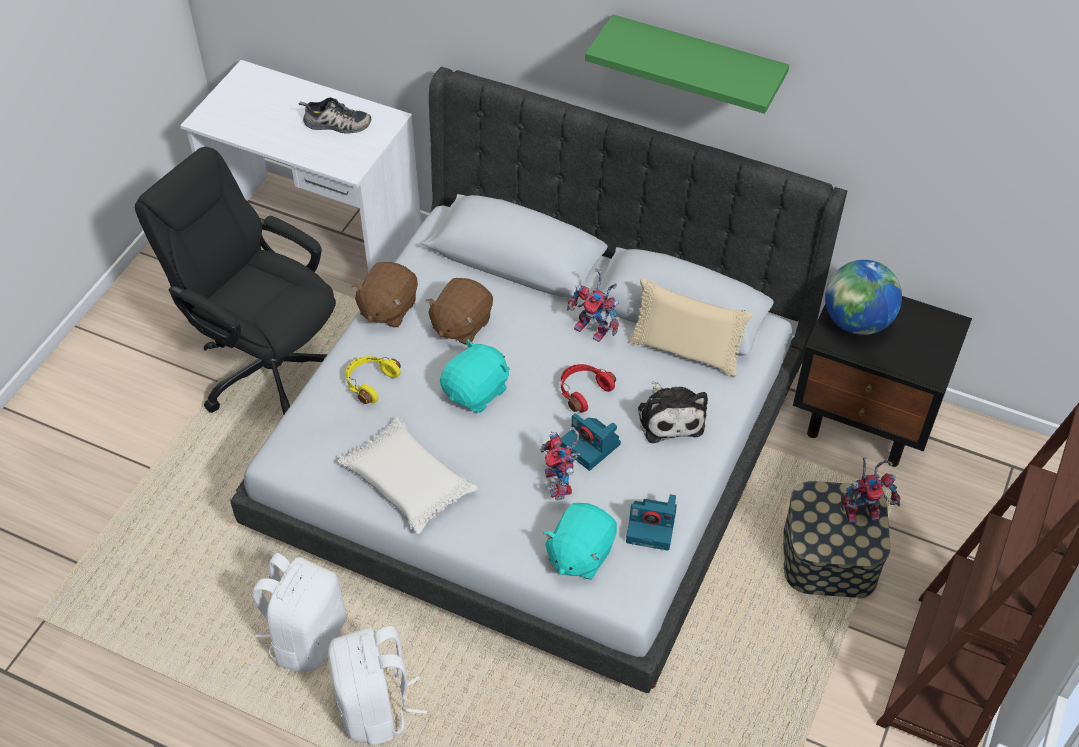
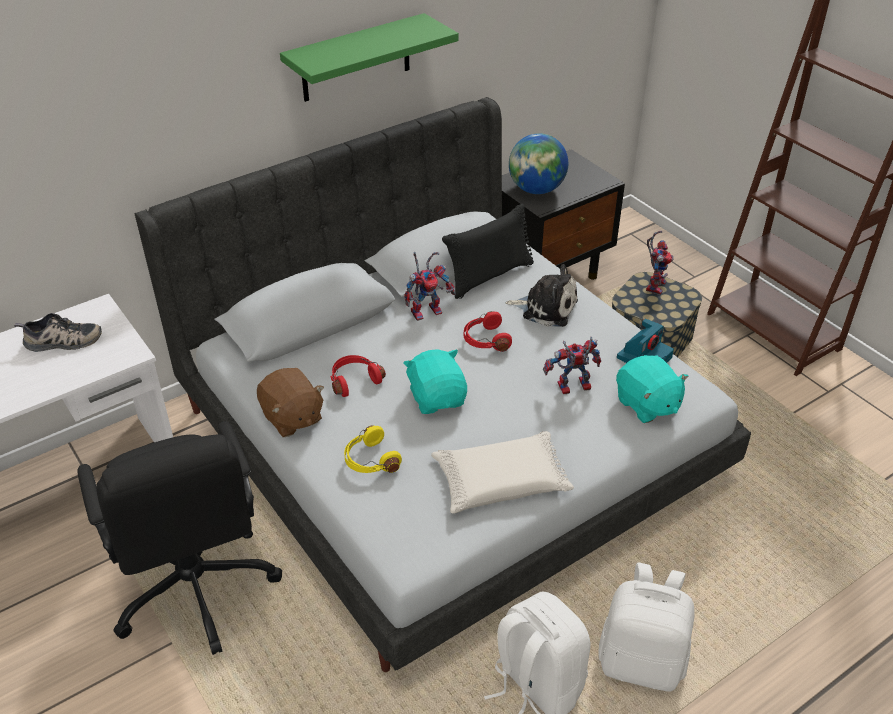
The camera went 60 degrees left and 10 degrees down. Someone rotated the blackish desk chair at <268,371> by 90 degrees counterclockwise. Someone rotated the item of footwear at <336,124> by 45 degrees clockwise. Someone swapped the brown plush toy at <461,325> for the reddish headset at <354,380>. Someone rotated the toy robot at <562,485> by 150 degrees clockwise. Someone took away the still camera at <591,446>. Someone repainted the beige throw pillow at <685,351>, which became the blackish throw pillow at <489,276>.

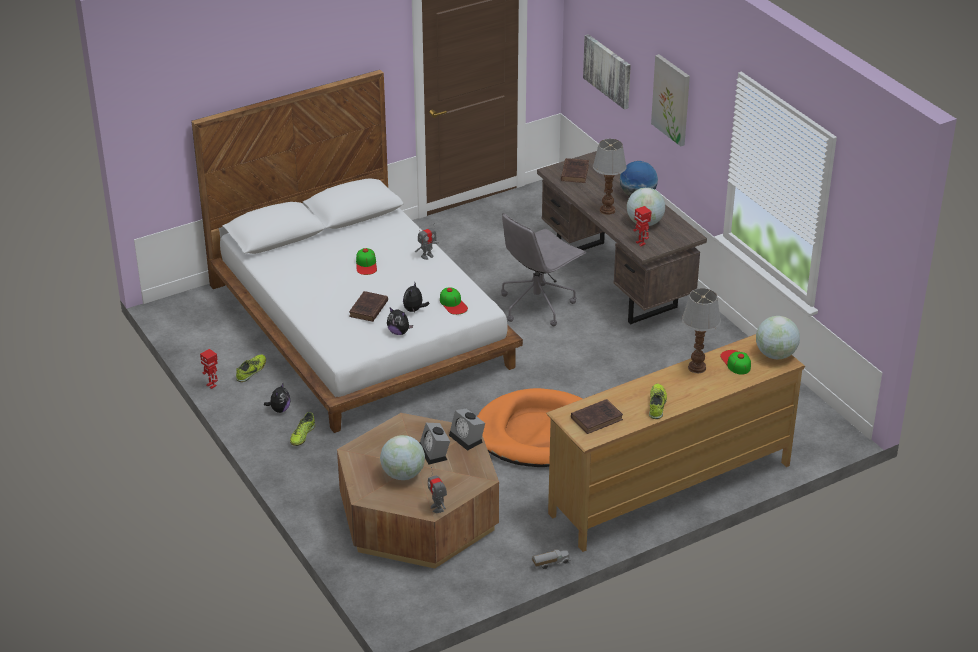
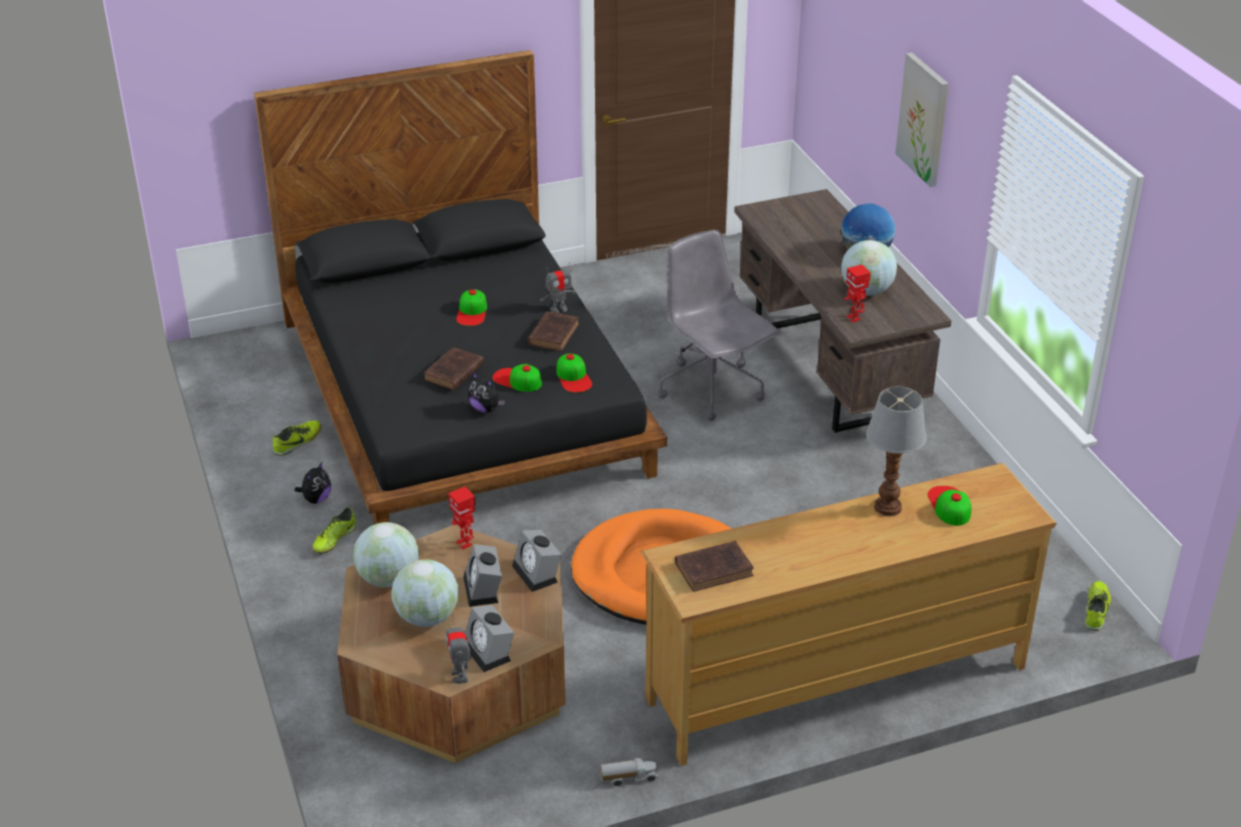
The camera went 10 degrees right and 0 degrees up. Someone repainted the white bedroom bed at <362,325>, which became the blackish bedroom bed at <465,395>. Someone carried the toy robot from <211,385> to <464,543>. Someone swapped the plush toy at <414,310> for the peaked cap at <517,380>. Someone rotated the greyish desk chair at <539,304> by 90 degrees clockwise. Someone carried the brown bound book from <575,172> to <554,333>. Someone took away the wall art at <608,71>. Someone took away the table lamp at <607,210>. Someone carried the item of footwear from <657,404> to <1096,610>. Someone carried the desk globe from <775,354> to <388,579>. Someone put down the alarm clock at <489,652>.

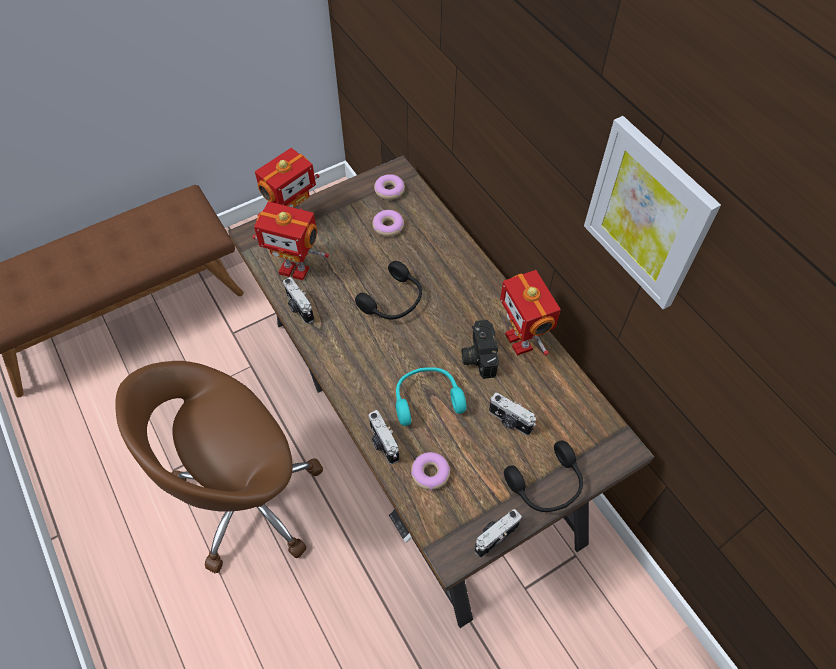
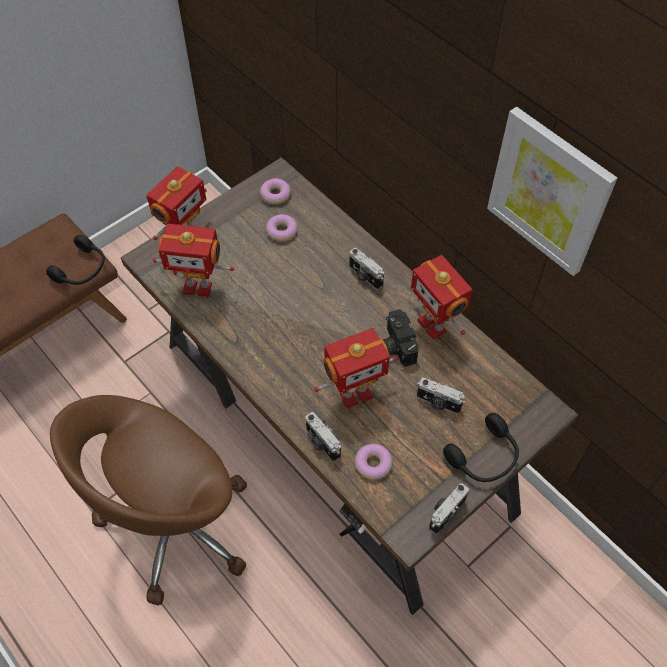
The camera went 10 degrees left and 0 degrees up. Someone carried the still camera from <299,308> to <365,276>. Someone carried the blackish headset from <394,301> to <82,269>. Someone swapped the turquoise headset at <427,398> for the toy robot at <355,394>.

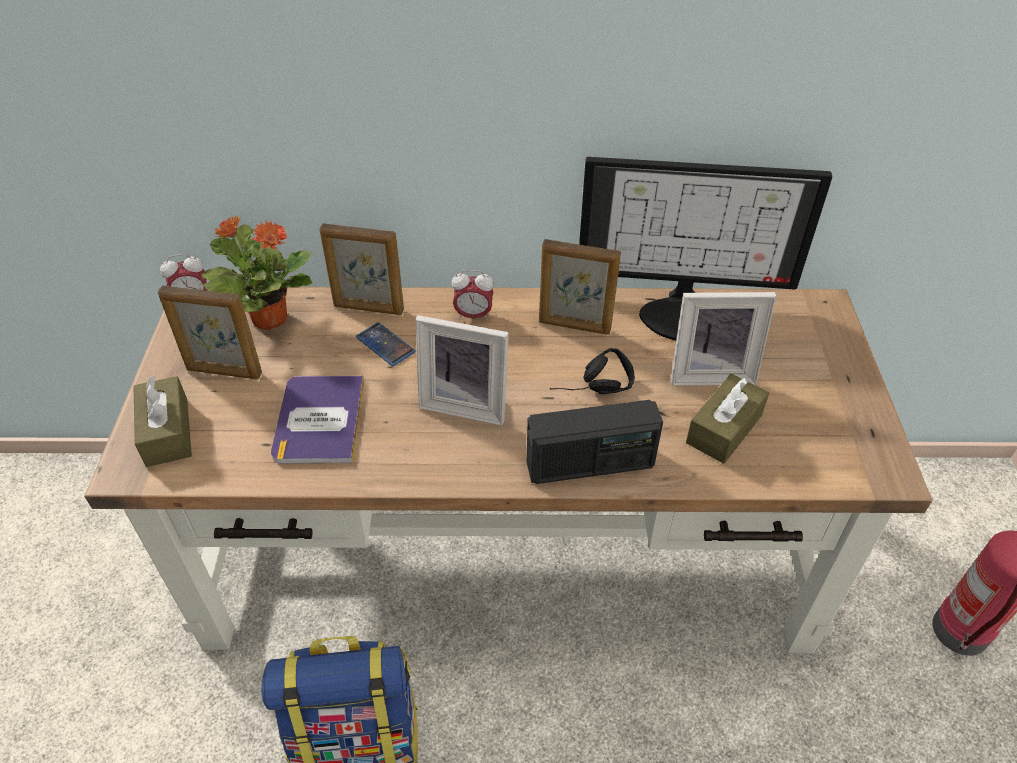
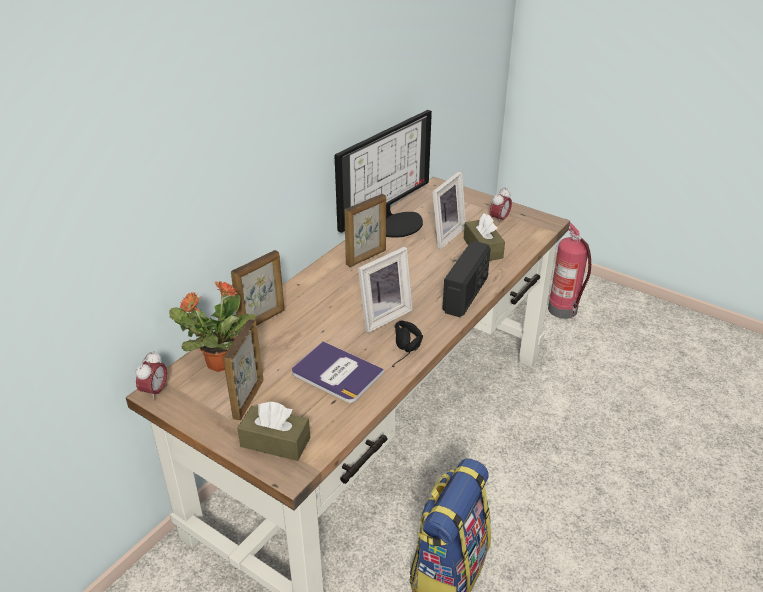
The camera went 55 degrees left and 10 degrees down. Someone rotated the picture frame at <224,372> by 150 degrees clockwise. Someone took away the handset at <385,345>. Someone carried the alarm clock from <473,316> to <499,220>. Someone carried the blackish headset from <593,391> to <407,353>.

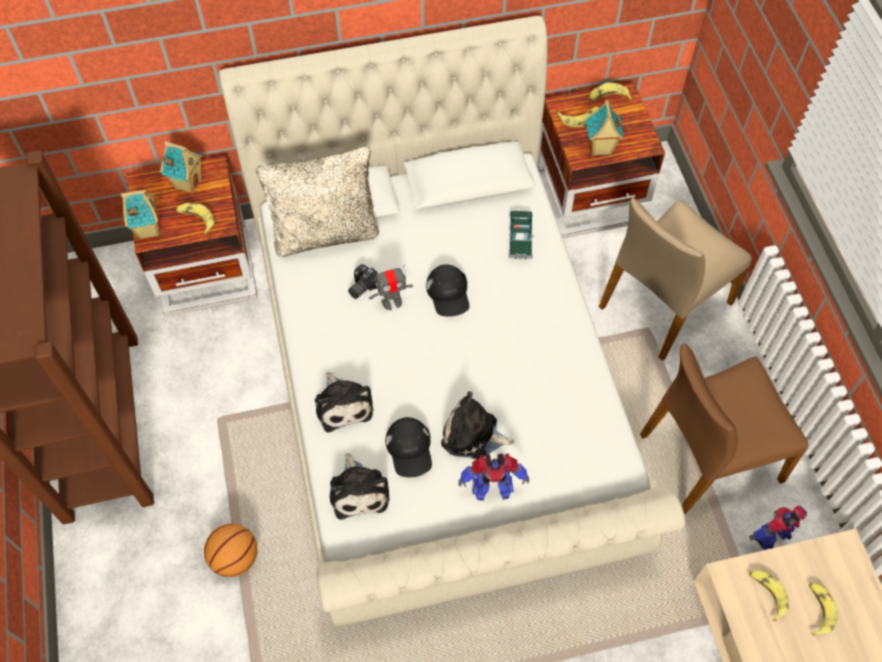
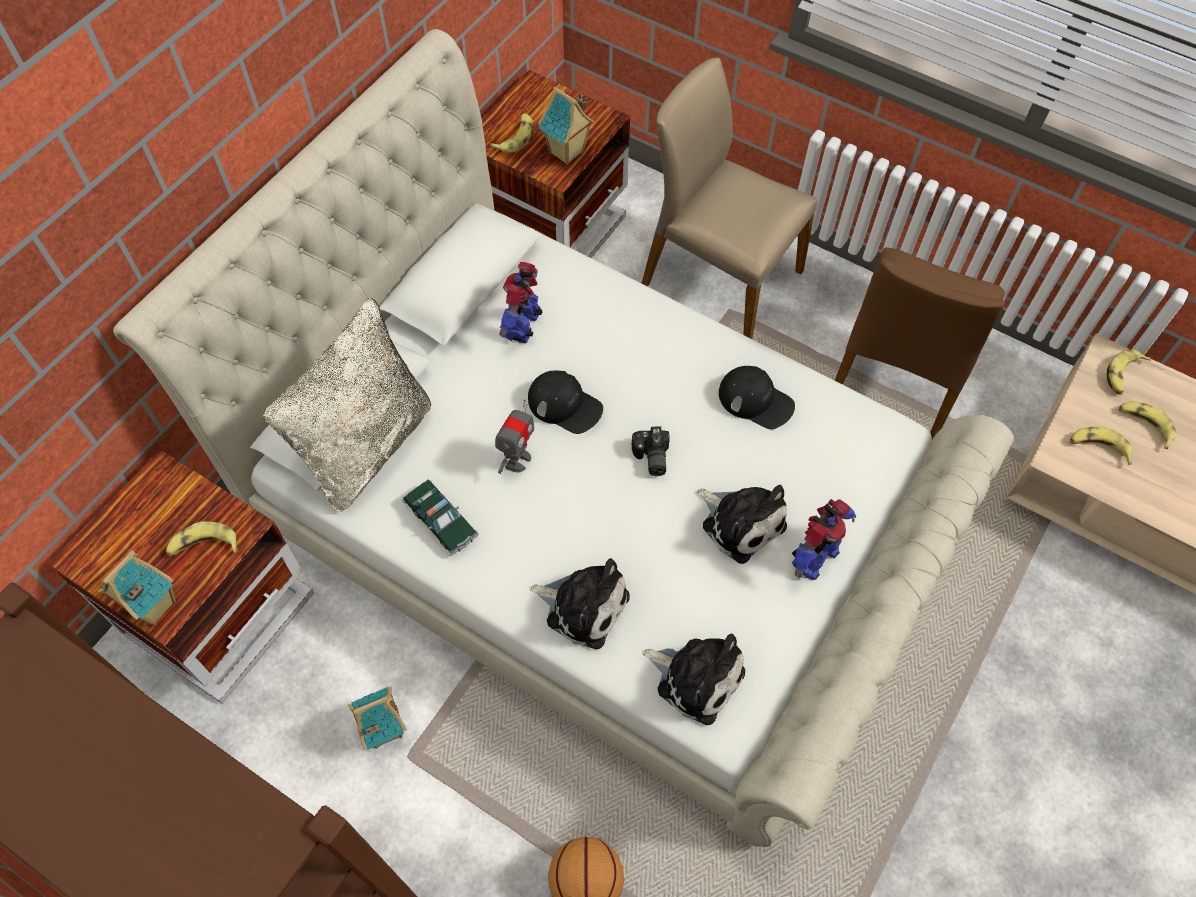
The camera went 45 degrees left and 0 degrees up. Someone carried the model house from <187,183> to <383,730>. Someone carried the still camera from <361,286> to <650,458>. Someone carried the blackish peaked cap from <409,449> to <756,400>. Someone rotated the plush toy at <473,435> by 105 degrees counterclockwise. Someone carried the miniature car from <520,238> to <441,521>. Someone carried the banana fruit from <608,98> to <1123,375>. Someone rotated the beige upright chair at <663,304> by 120 degrees clockwise. Someone carried the toy robot from <771,536> to <523,325>.

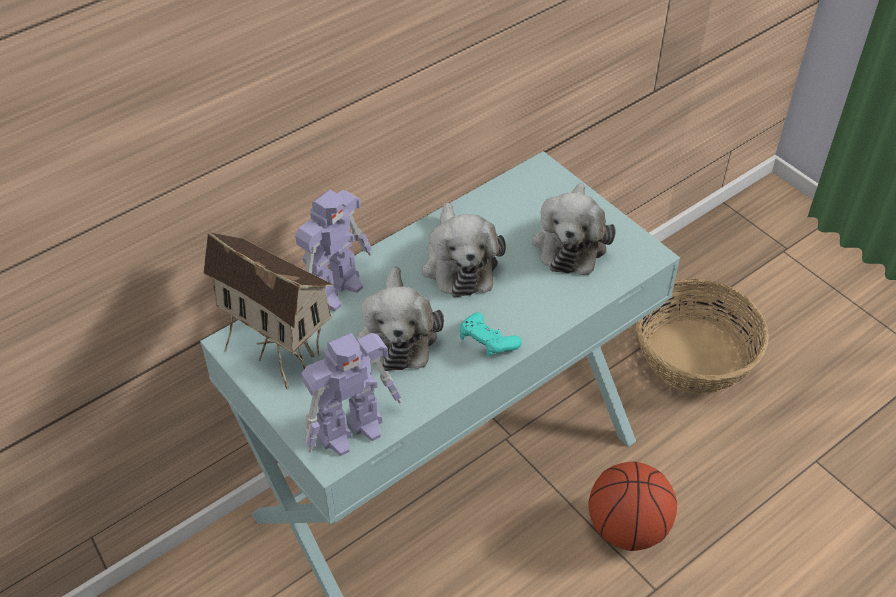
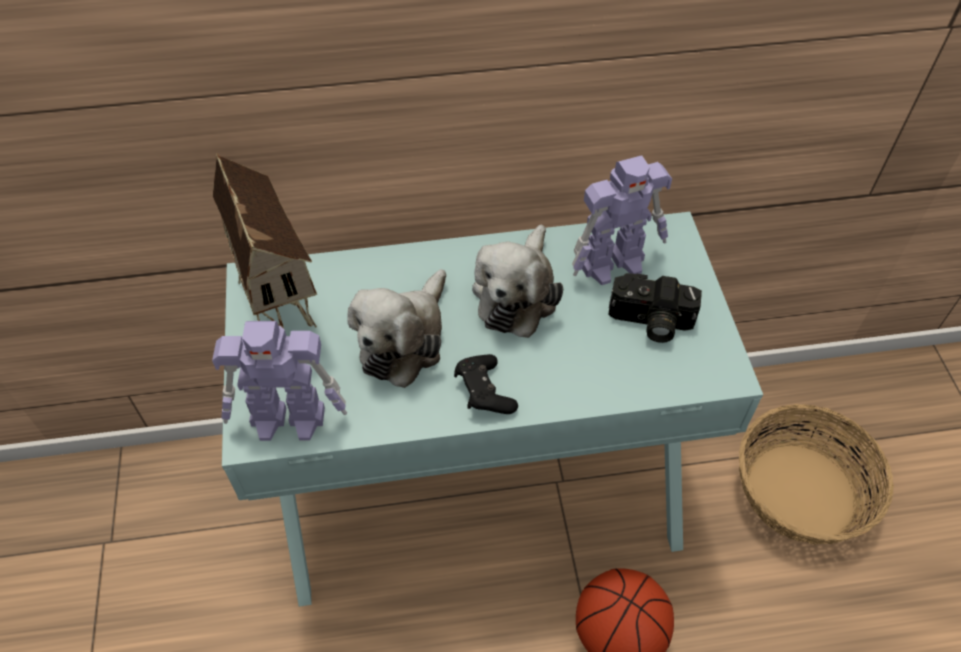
The camera went 30 degrees right and 5 degrees up. Someone carried the toy robot from <336,289> to <614,263>. Someone repainted the turquoise joypad at <487,343>, which became the blackish joypad at <484,392>. Someone swapped the plush toy at <570,242> for the still camera at <650,322>.

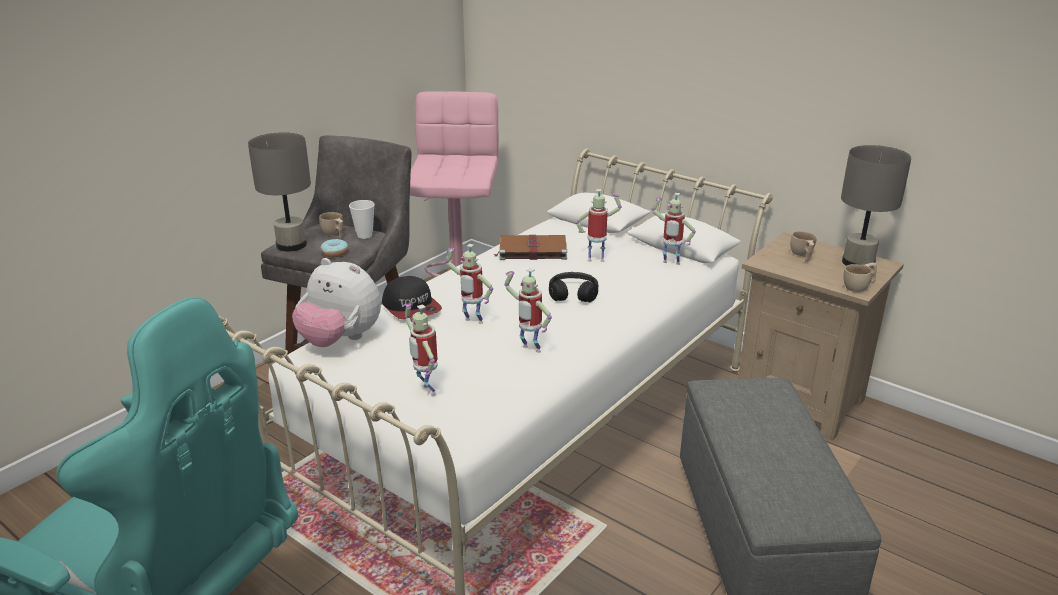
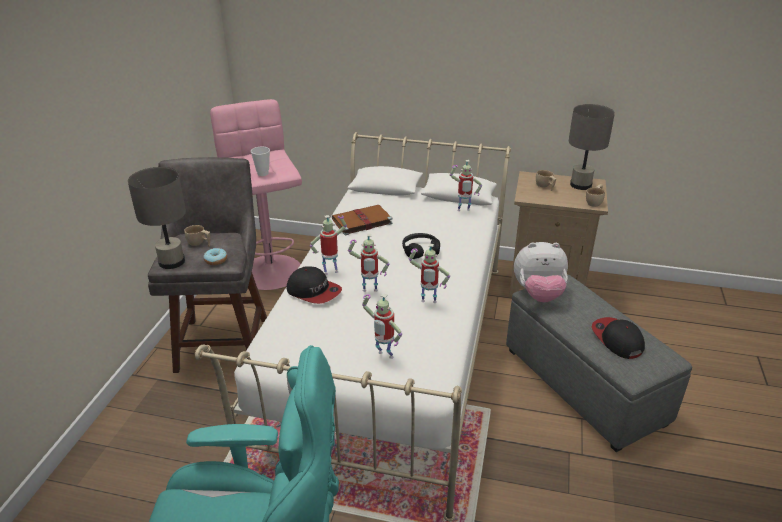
The camera went 25 degrees left and 5 degrees up. Someone carried the plush toy from <340,340> to <538,294>. Someone carried the drinking cup from <364,235> to <263,173>. Someone carried the toy robot from <596,259> to <331,271>. Someone put down the peaked cap at <617,339>.

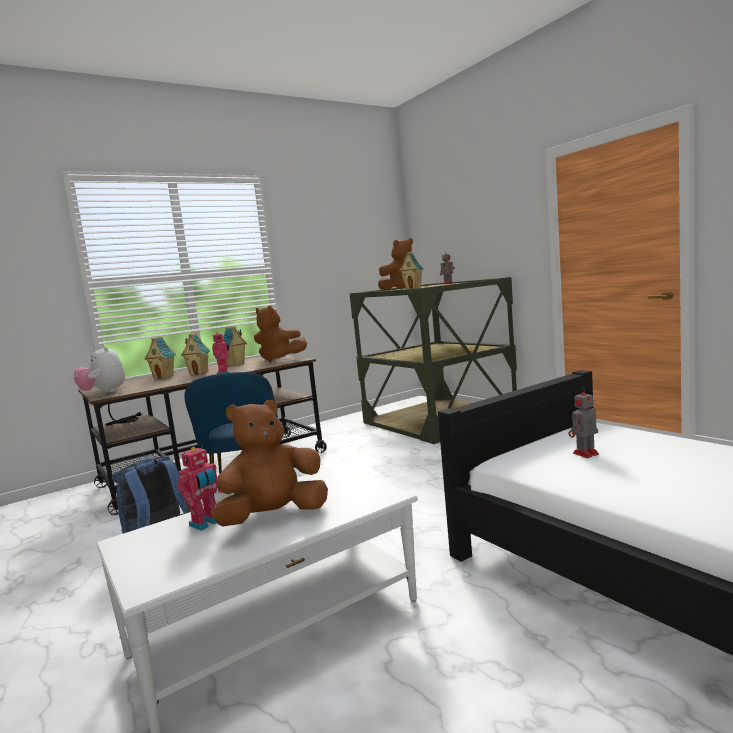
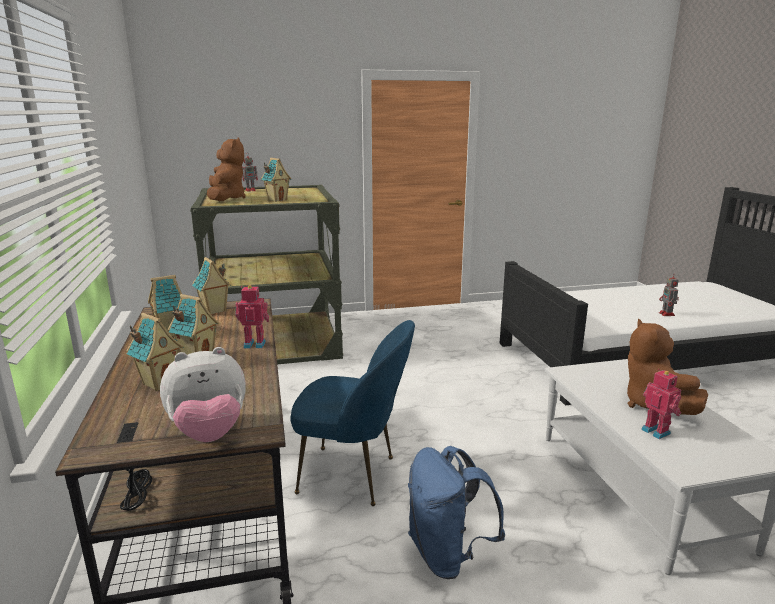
The camera went 70 degrees left and 10 degrees up. Someone swapped the brown plush toy at <279,359> for the model house at <214,311>. Someone carried the toy robot from <584,454> to <667,314>.

